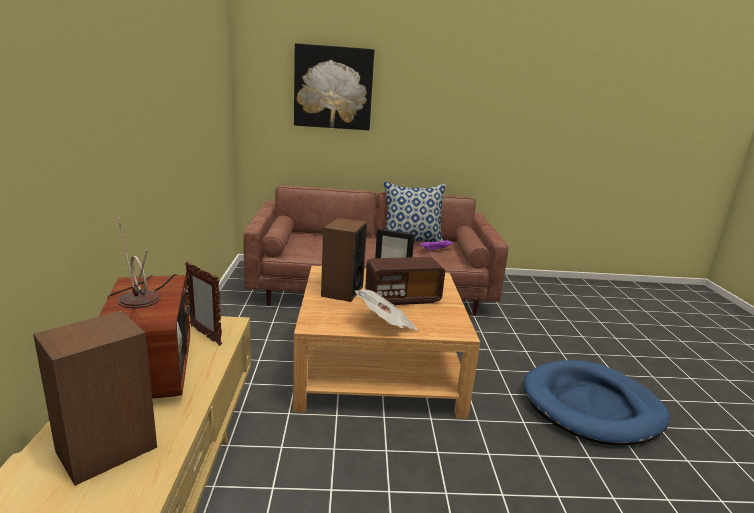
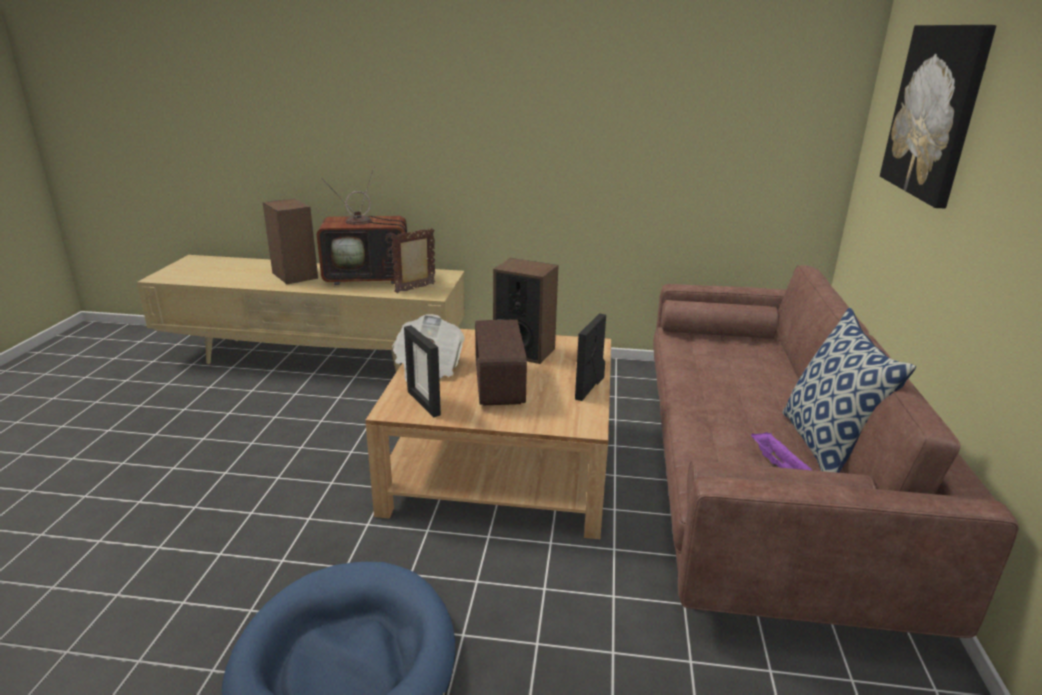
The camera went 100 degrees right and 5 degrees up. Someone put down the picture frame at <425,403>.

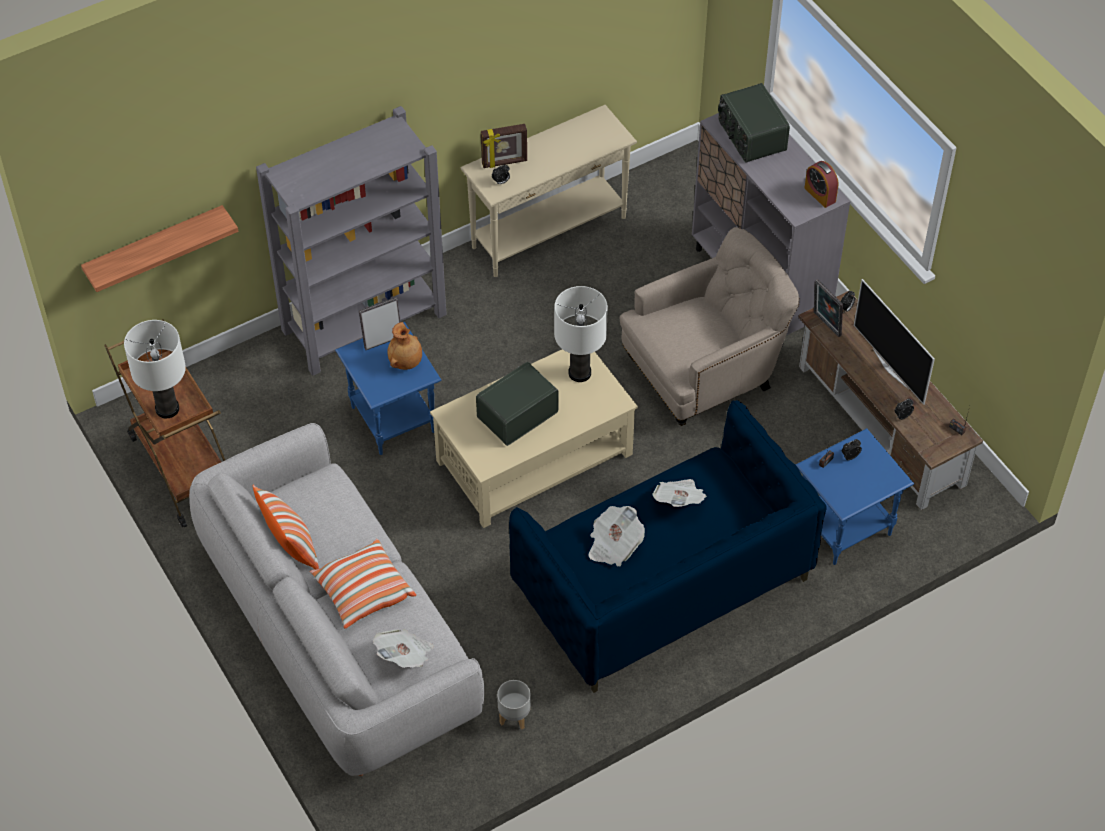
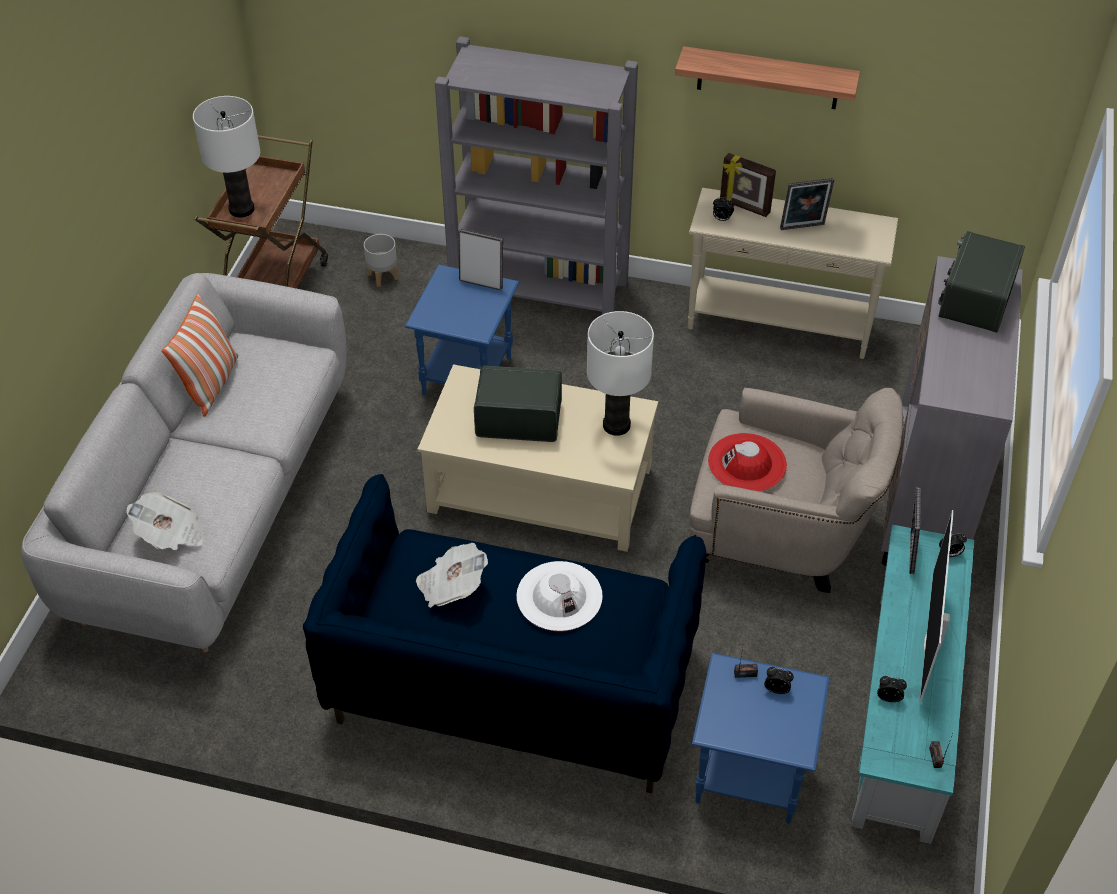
The camera went 45 degrees right and 5 degrees down. Someone carried the bracket shelf from <155,248> to <768,78>. Someone took away the throw pillow at <363,591>. Someone took away the brown decorative vase at <406,362>. Someone carried the greyish plant pot from <514,717> to <382,276>. Someone swapped the newspaper at <679,500> for the white wearable hat at <559,596>. Someone repainted the brown media console at <879,426>, which became the turquoise media console at <901,712>. Someone took away the alarm clock at <820,194>. Someone put down the reddish wearable hat at <747,463>. Someone put down the picture frame at <803,228>.

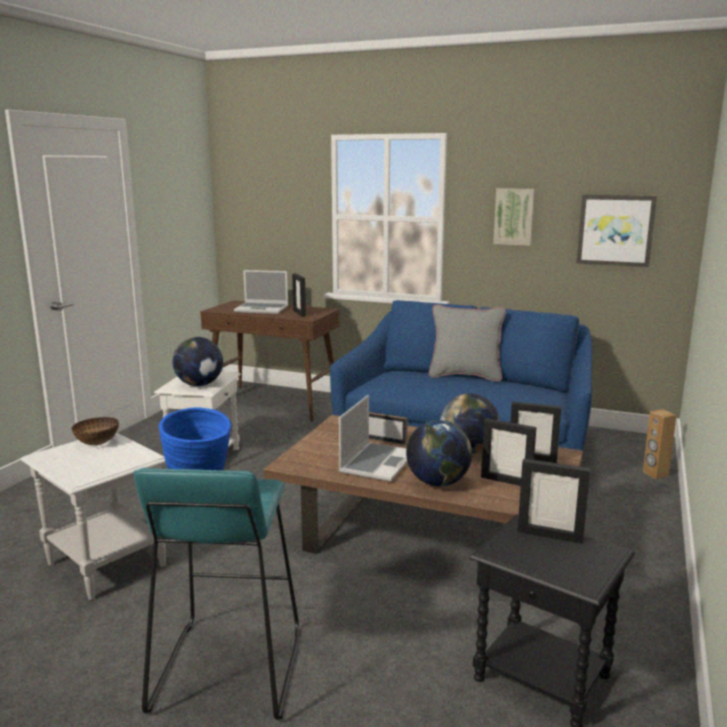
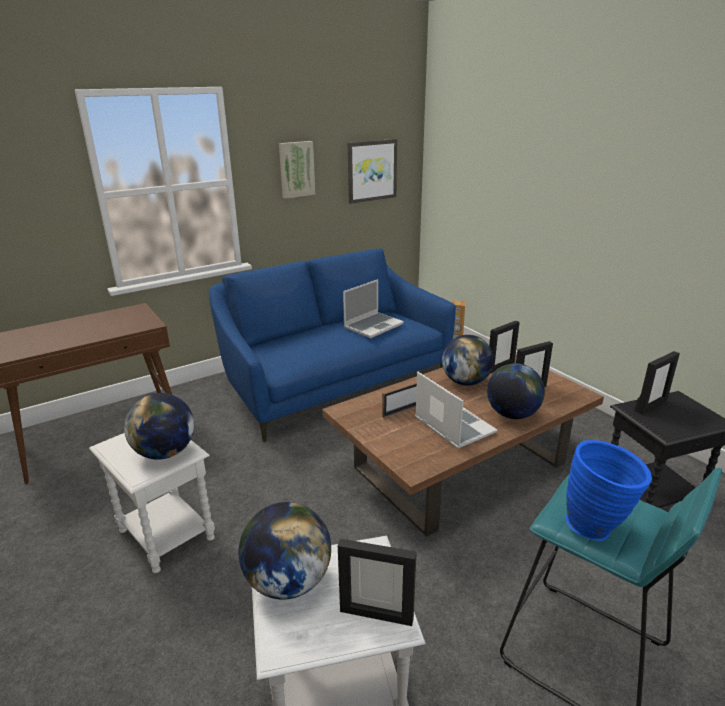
The camera went 55 degrees left and 10 degrees up. Someone swapped the bowl at <97,443> for the desk globe at <288,582>. Someone carried the notebook computer from <262,309> to <373,326>. Someone carried the picture frame from <300,313> to <376,613>. Someone took away the greyish throw pillow at <465,376>.

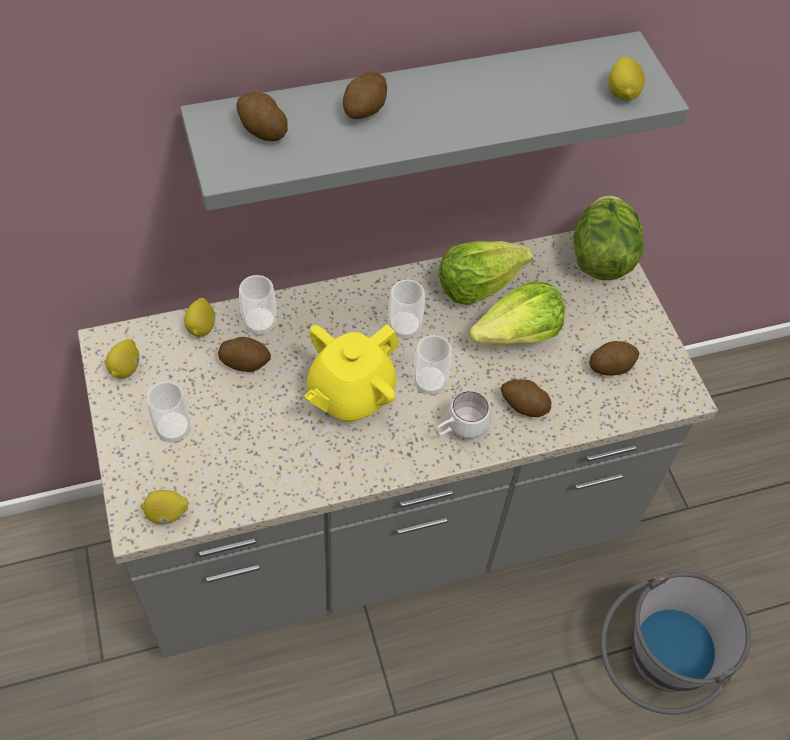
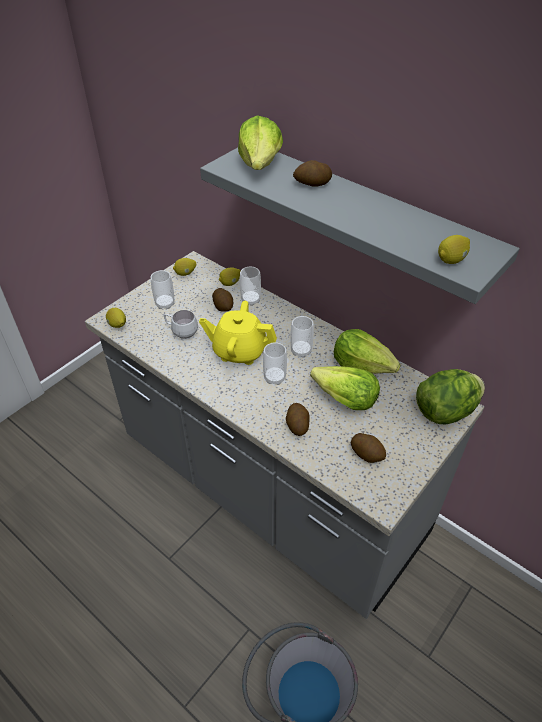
The camera went 60 degrees right and 10 degrees down. Someone swapped the whole potato at <262,130> for the lettuce head at <260,164>. Someone carried the white coffee mug from <459,429> to <181,332>.

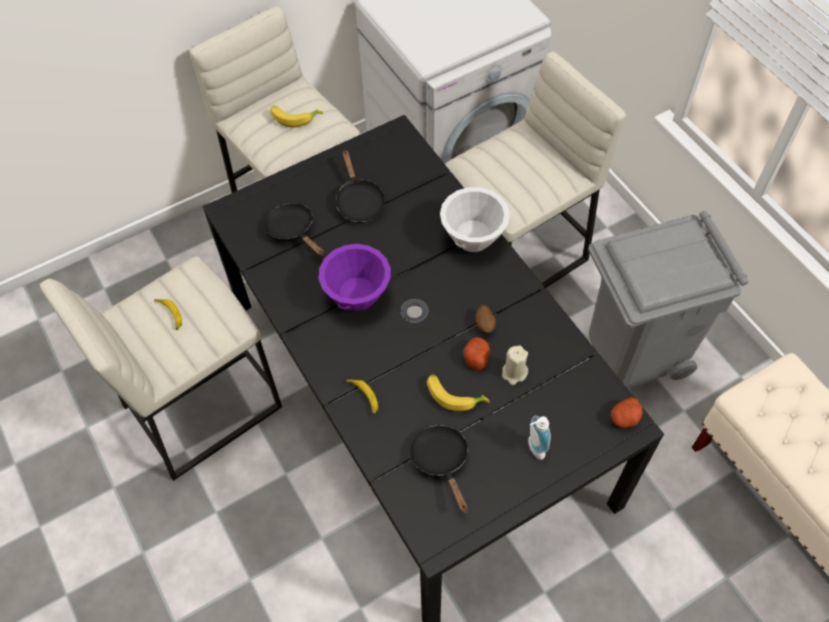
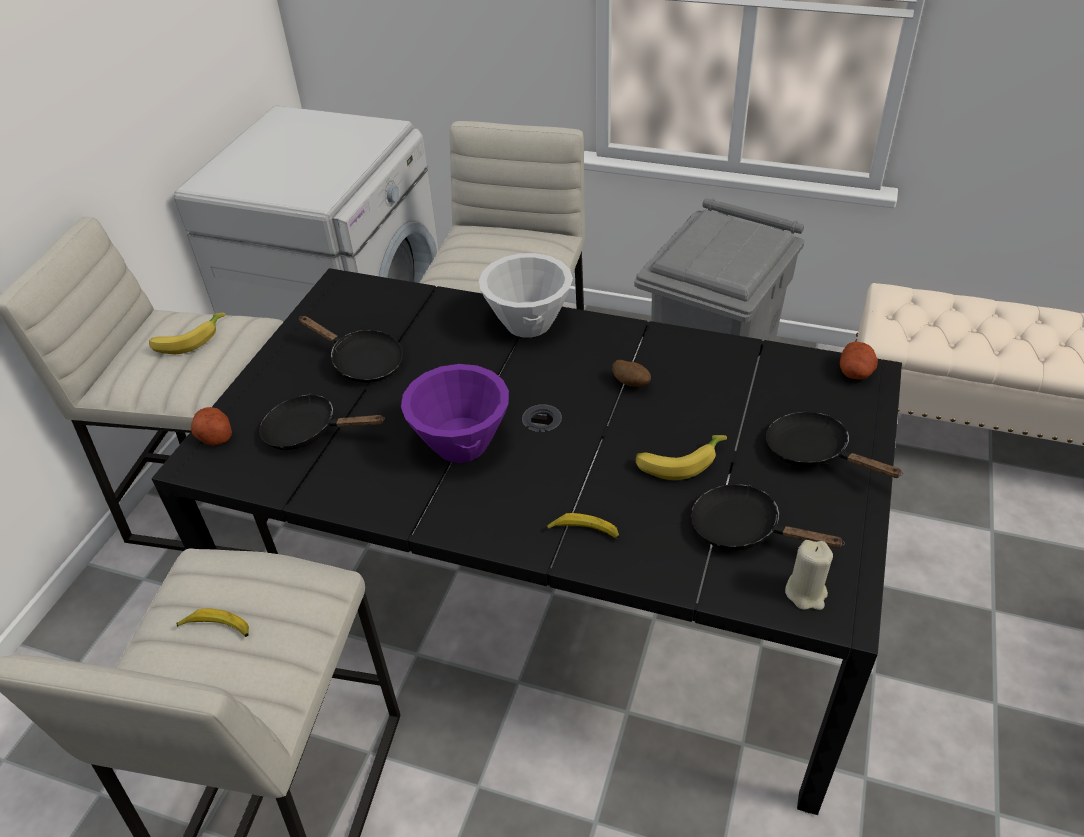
The camera went 40 degrees left and 15 degrees down. Someone carried the whole potato from <476,357> to <214,435>. Someone carried the beige wax light from <514,373> to <806,593>. Someone swapped the liquid soap bottle at <533,448> for the blackish pan at <813,453>.

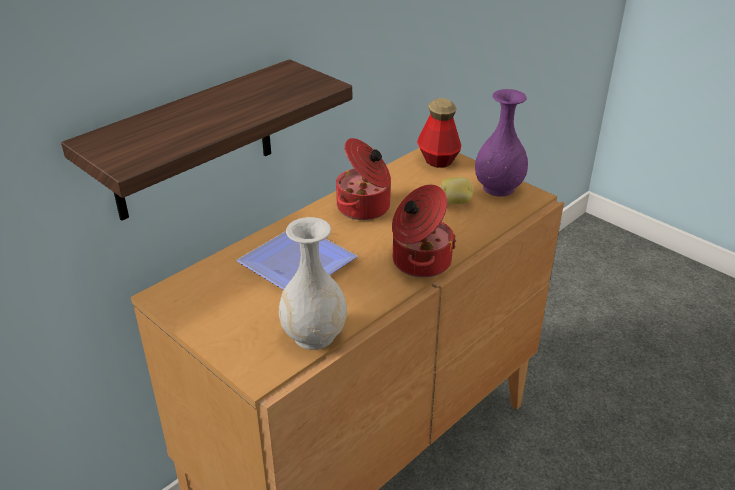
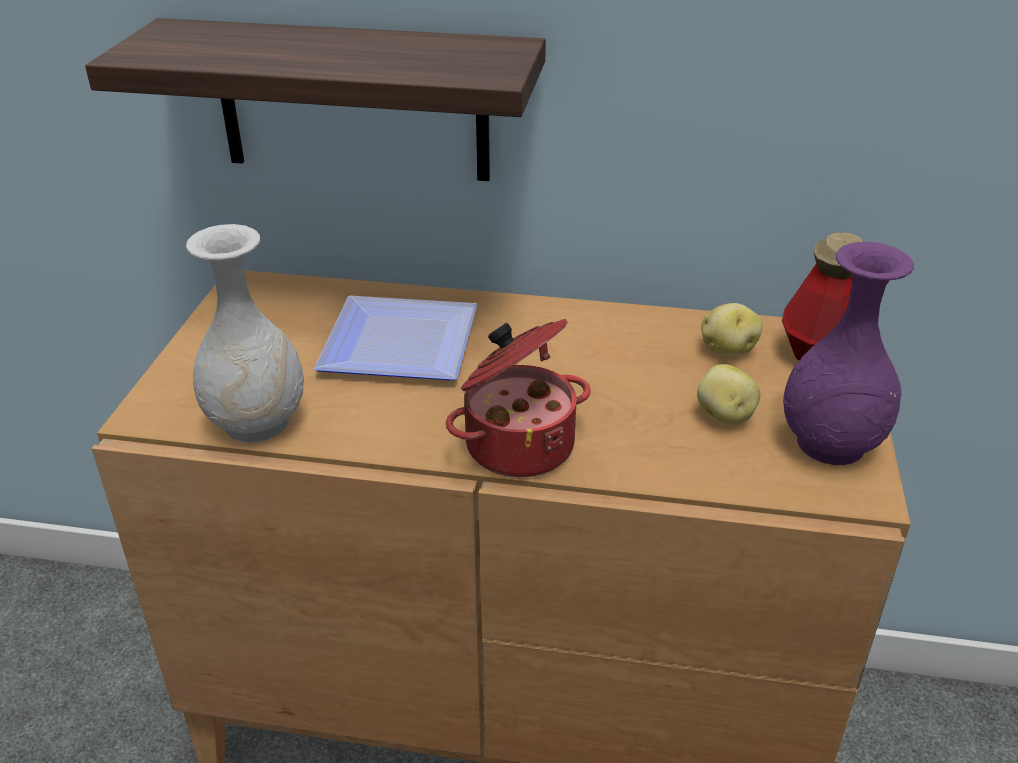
The camera went 55 degrees right and 0 degrees up. Someone took away the cooking pot at <365,207>. Someone put down the whole potato at <727,349>.

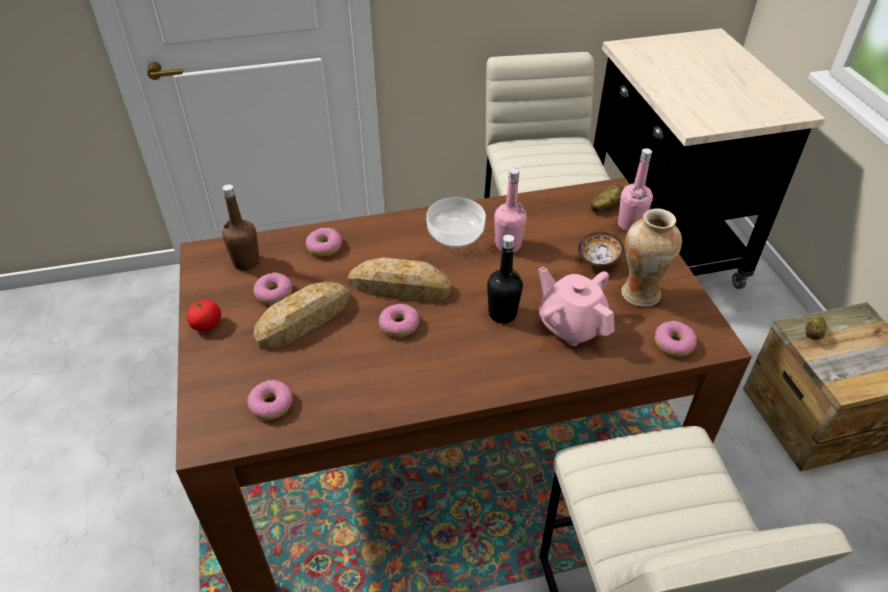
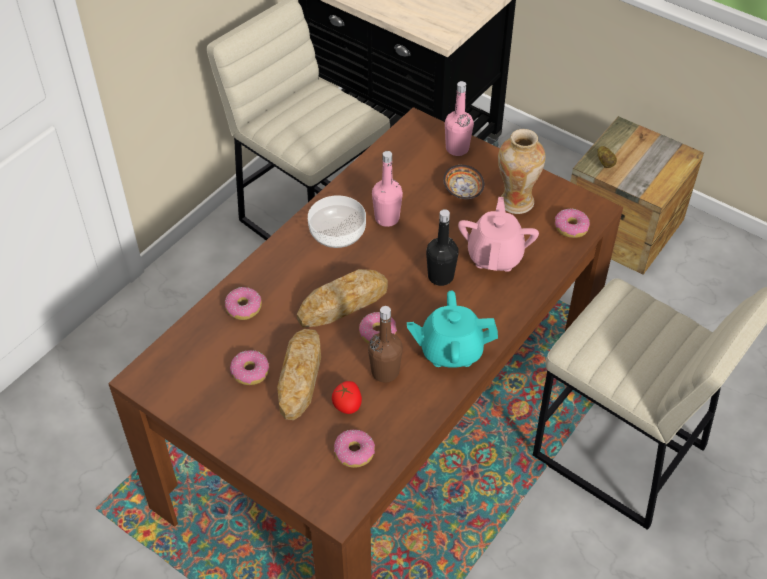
The camera went 40 degrees left and 5 degrees up. Someone carried the whole tomato from <207,324> to <347,405>. Someone carried the brown beverage bottle from <246,262> to <385,372>. Someone rotated the pink pot for tea at <571,325> by 90 degrees clockwise. Someone took away the whole potato at <605,207>. Someone put down the turquoise pot for tea at <450,351>.

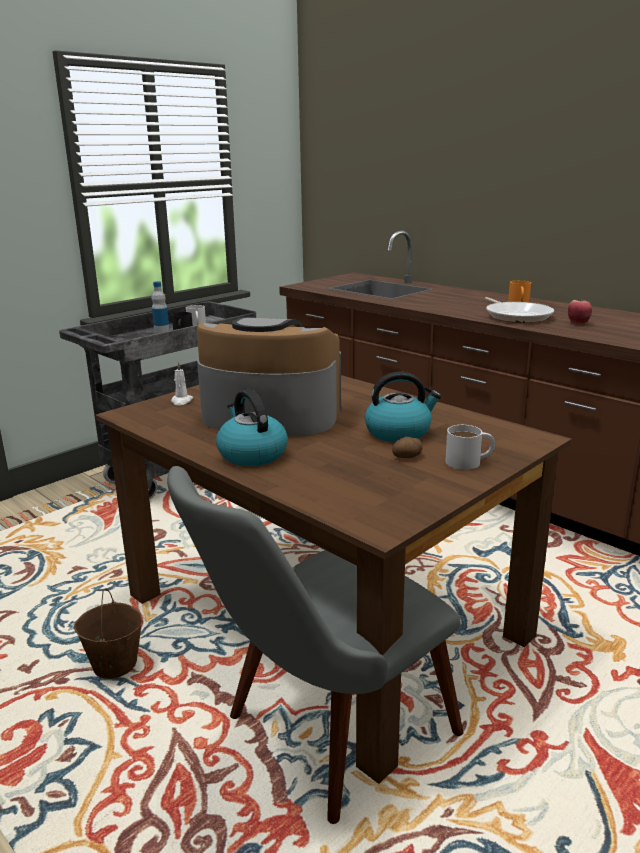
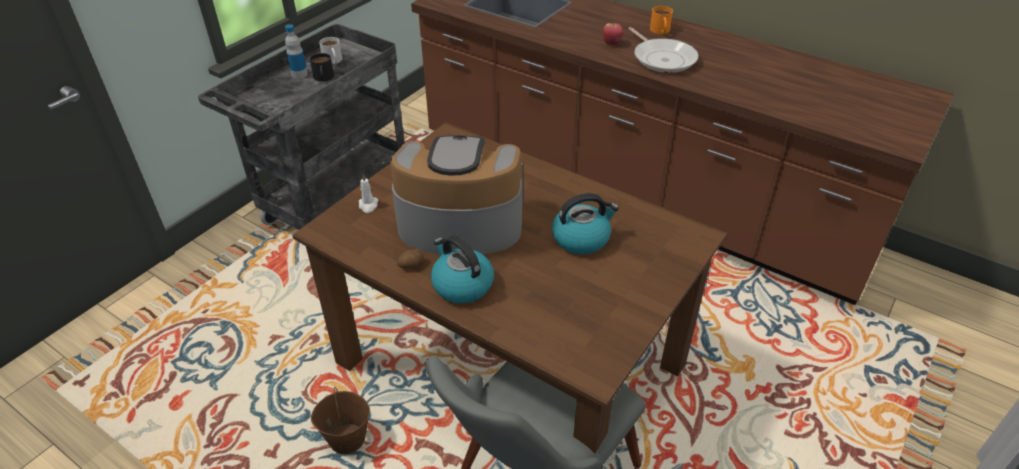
The camera went 10 degrees left and 20 degrees up. Someone carried the whole potato from <407,457> to <411,265>. Someone took away the white coffee mug at <469,461>. Someone carried the apple fruit from <578,323> to <612,43>.

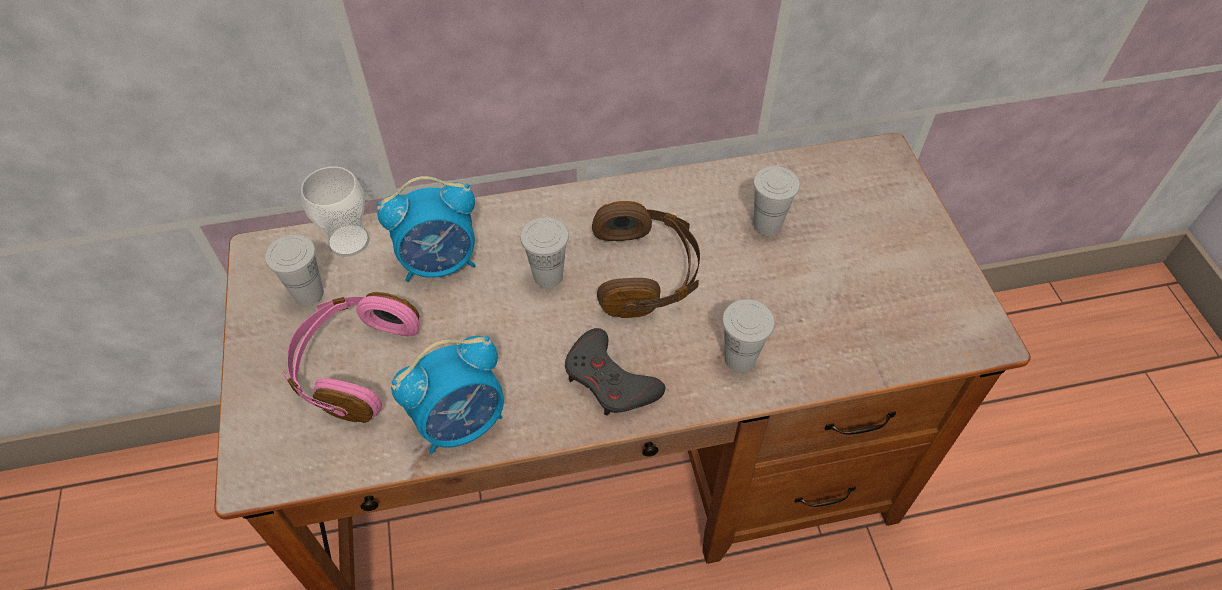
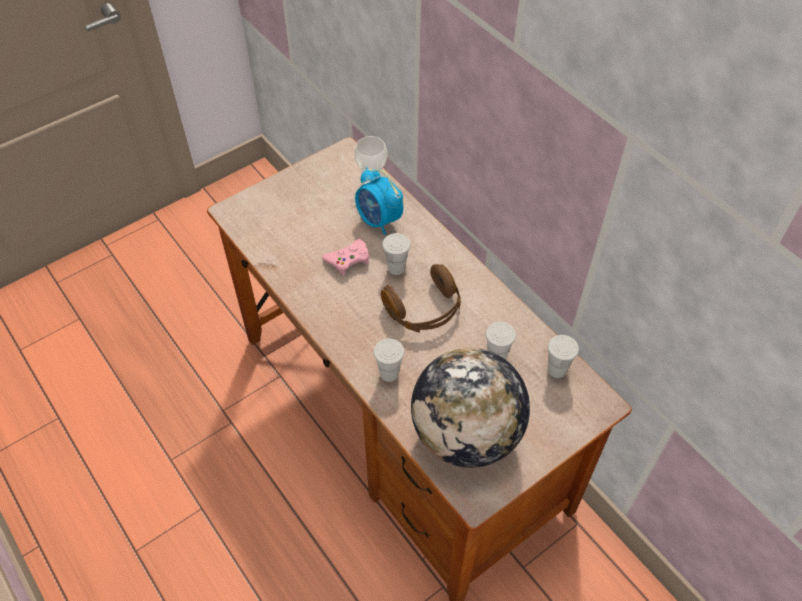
The camera went 65 degrees right and 0 degrees up. Someone carried the white drinking cup from <308,293> to <557,370>. Someone took away the pink headset at <353,365>. Someone took away the alarm clock at <461,422>. Someone took away the greyish joypad at <610,380>. Someone put down the pink joypad at <348,259>. Someone put down the desk globe at <466,434>.

